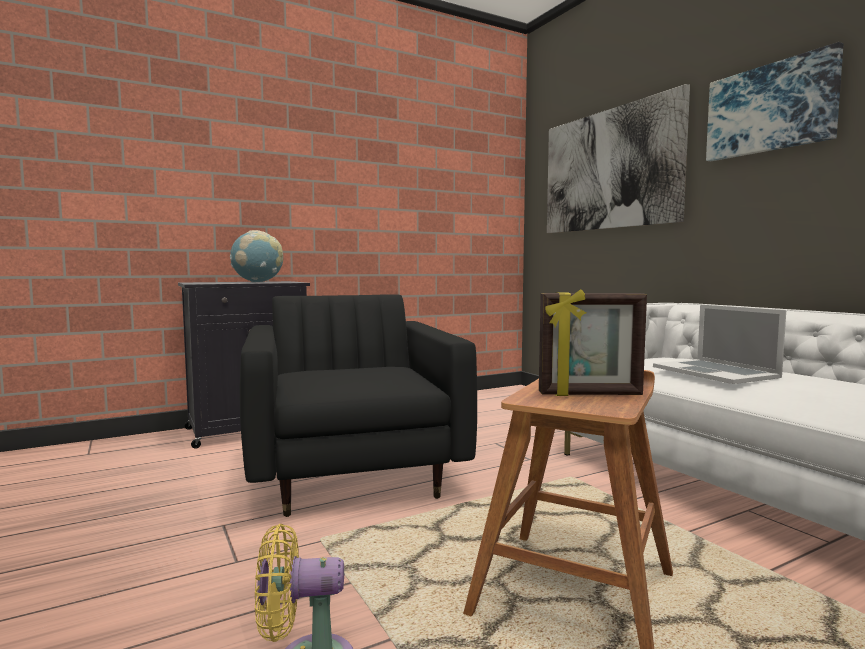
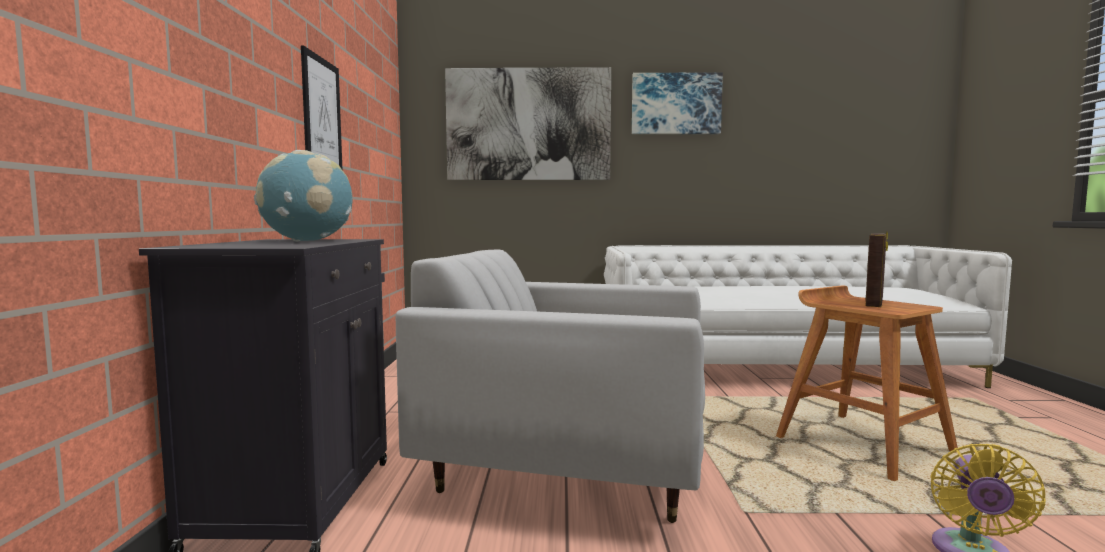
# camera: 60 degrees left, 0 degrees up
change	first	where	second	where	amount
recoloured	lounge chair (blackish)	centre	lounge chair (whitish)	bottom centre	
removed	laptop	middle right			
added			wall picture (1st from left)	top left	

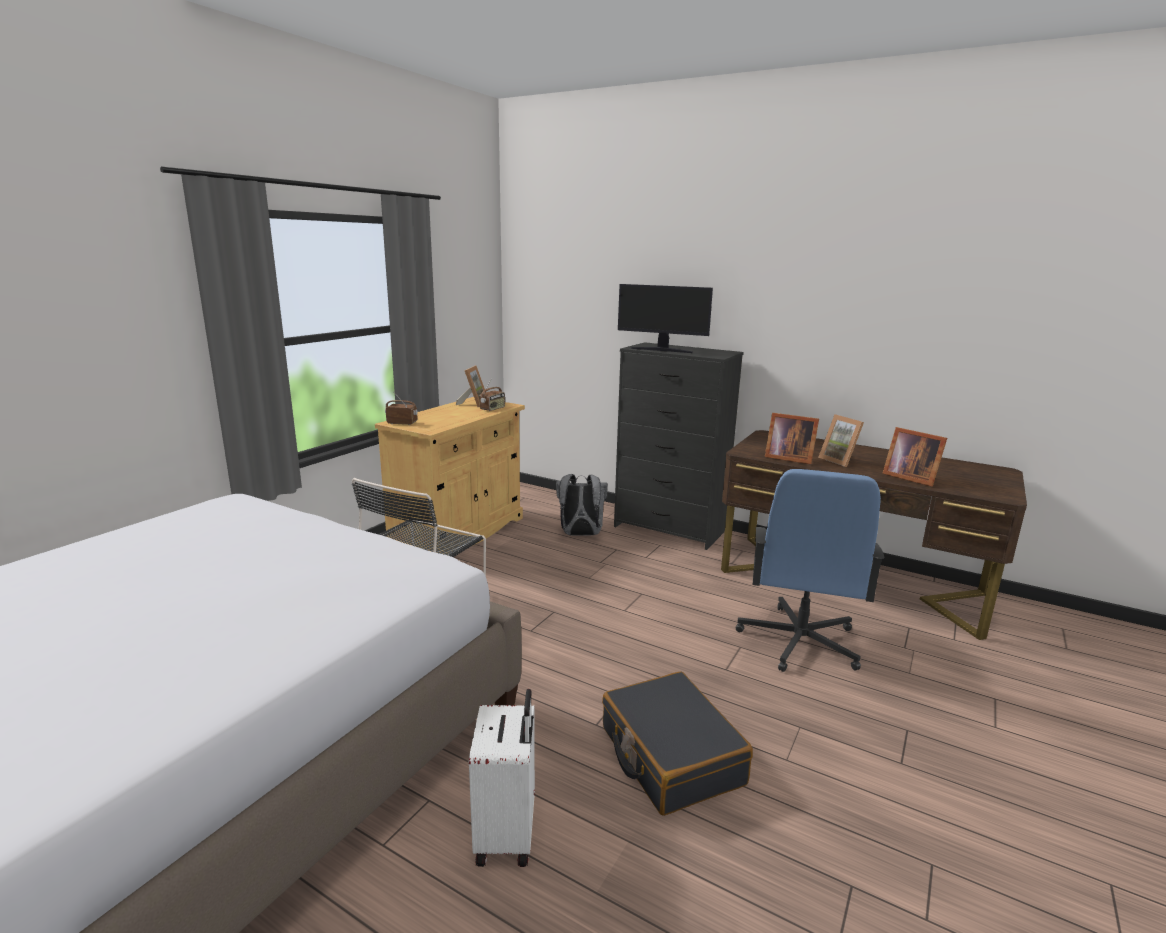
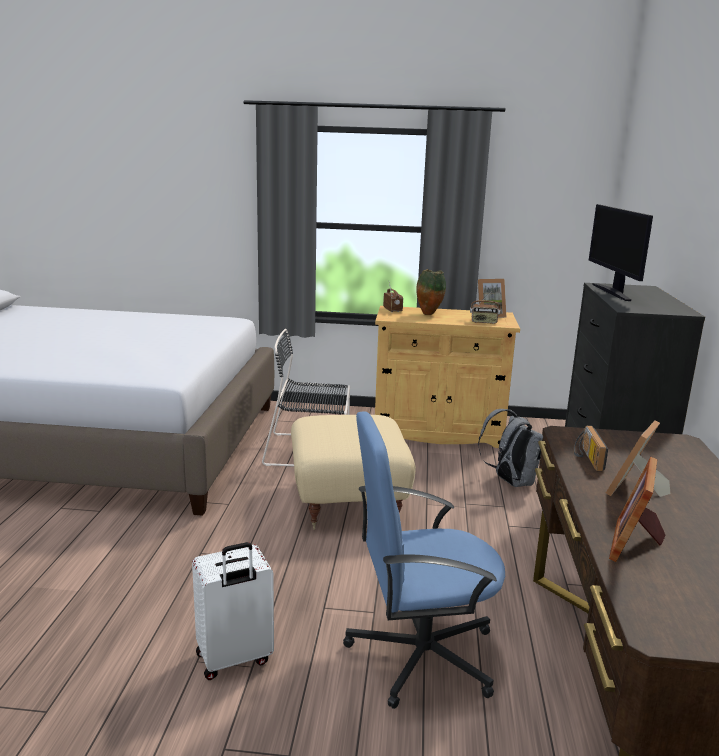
# camera: 65 degrees right, 0 degrees up
change	first	where	second	where	amount
replaced	picture frame (2nd from left)	middle right	radio (3rd from left)	middle right	
removed	piece of luggage (blackish)	bottom centre			
moved	piece of luggage (whitish)	bottom centre		bottom left	
added			vase	centre	
added			ottoman (beige)	centre	

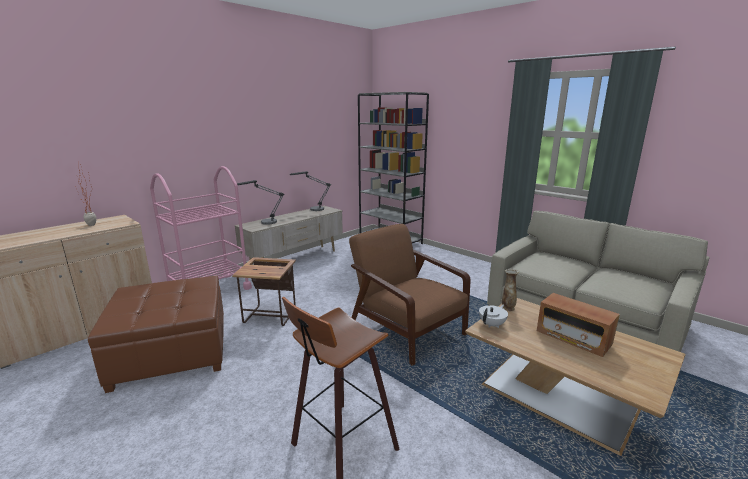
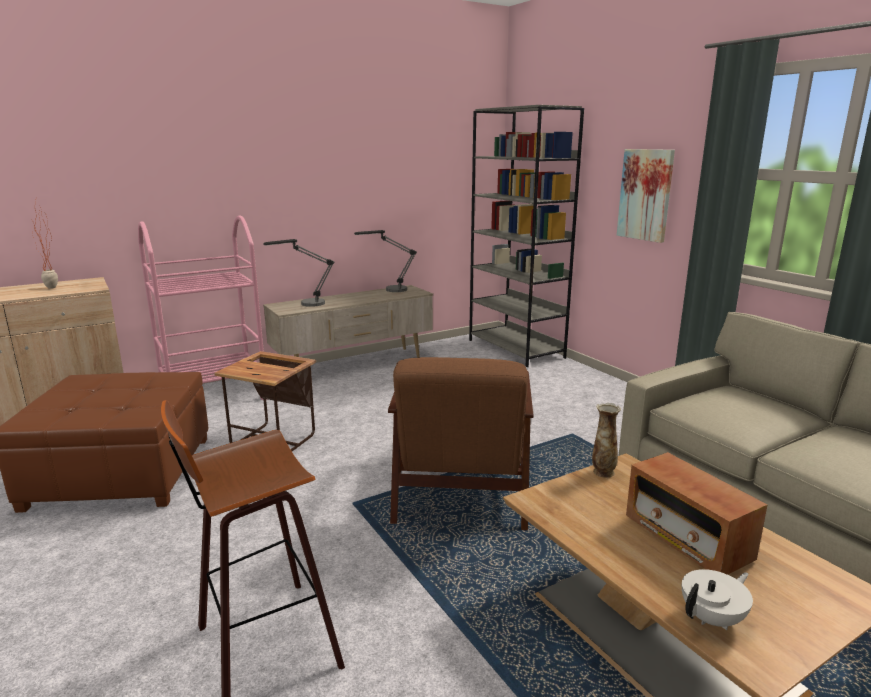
# camera: 15 degrees right, 0 degrees up
change	first	where	second	where	amount
turned	lounge chair (brown-coloured)	centre		centre	150 degrees counterclockwise
moved	tea pot (whitish)	centre		bottom right	
added			wall picture	top right	

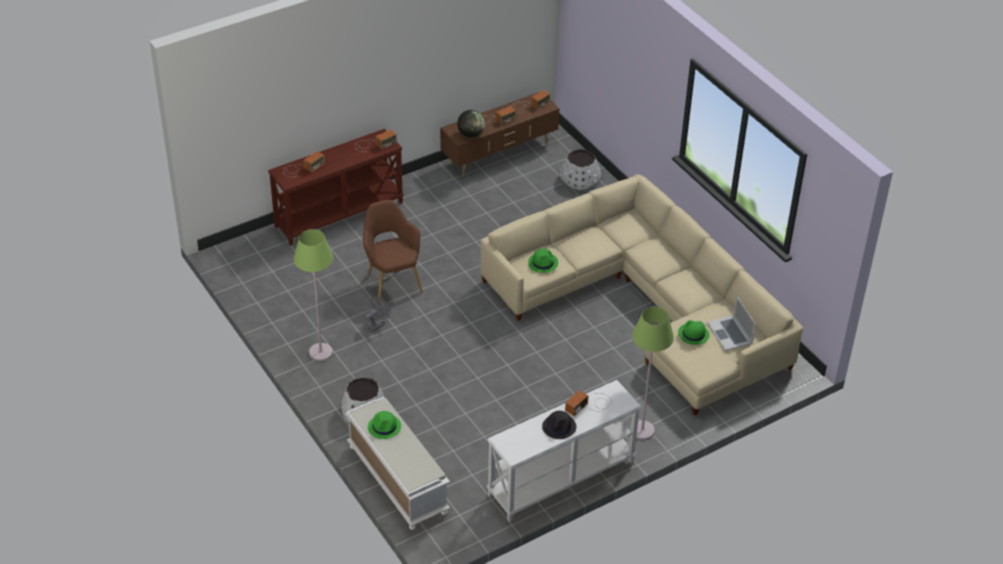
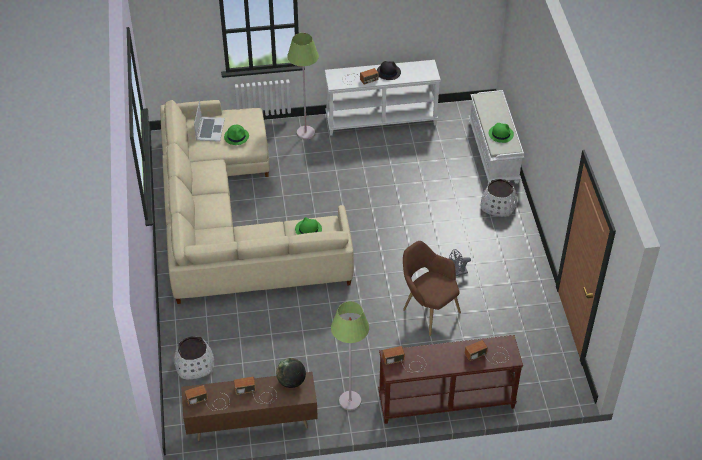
# camera: 155 degrees left, 5 degrees up
change	first	where	second	where	amount
turned	lounge chair (brown-coloured)	centre		centre	135 degrees clockwise
moved	standing lamp (greenish) (1st from left in the first image)	middle left	standing lamp (greenish) (2nd from left)	bottom centre	

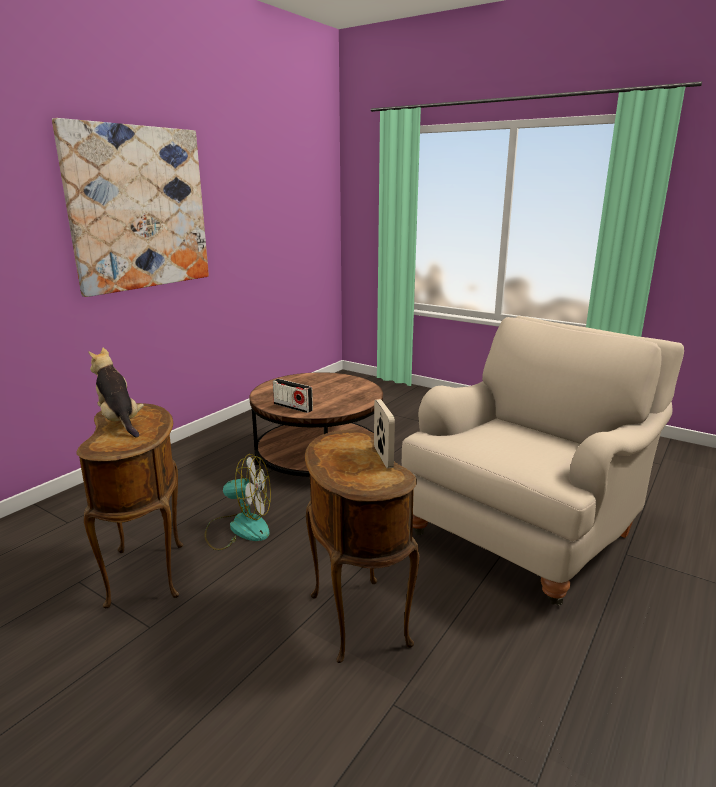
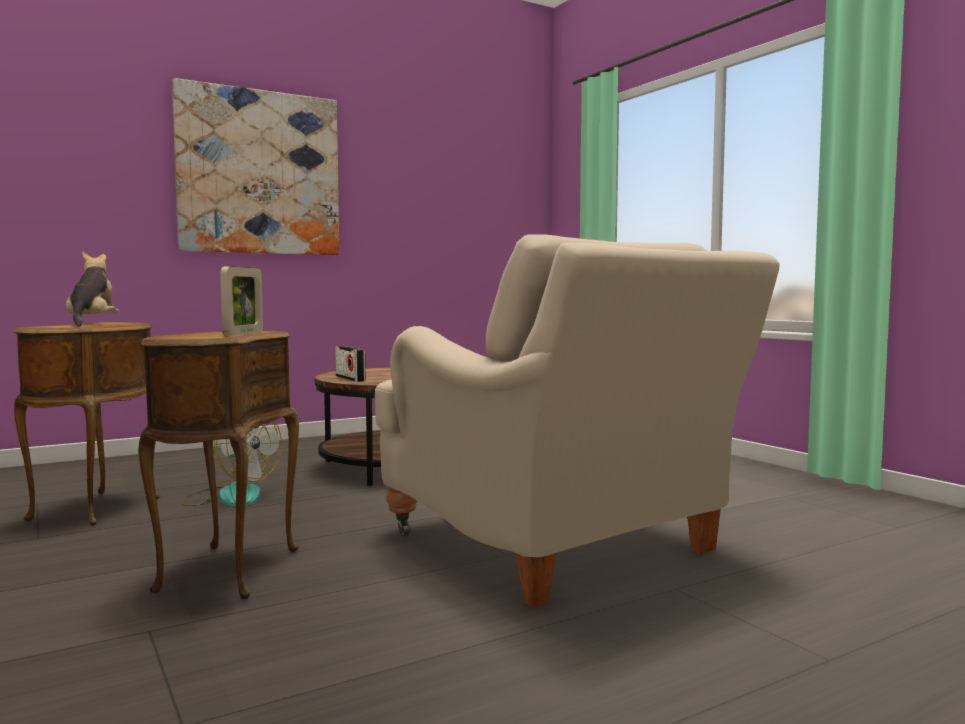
# camera: 25 degrees right, 15 degrees down
change	first	where	second	where	amount
turned	lounge chair (beige)	middle right		centre	75 degrees clockwise

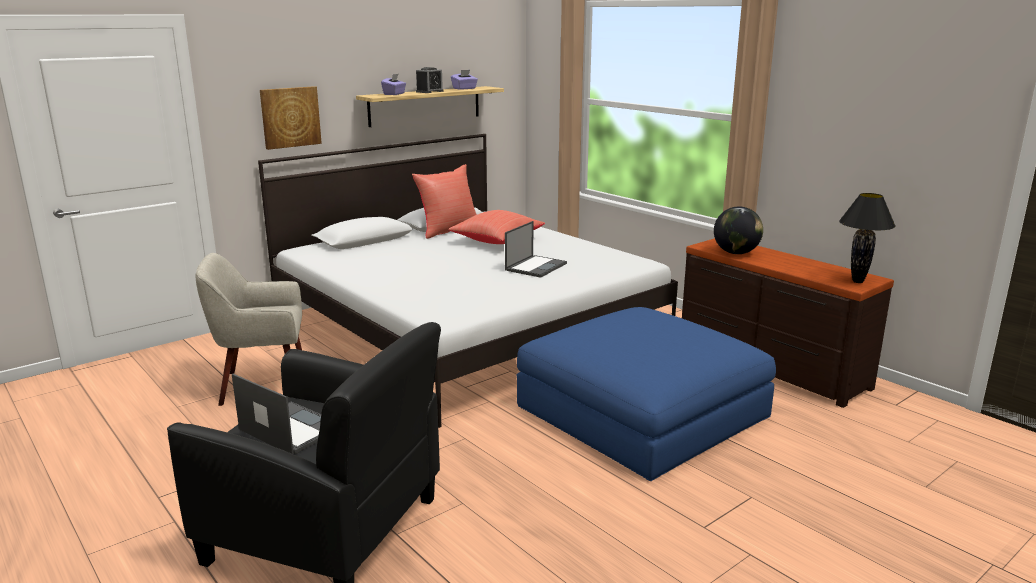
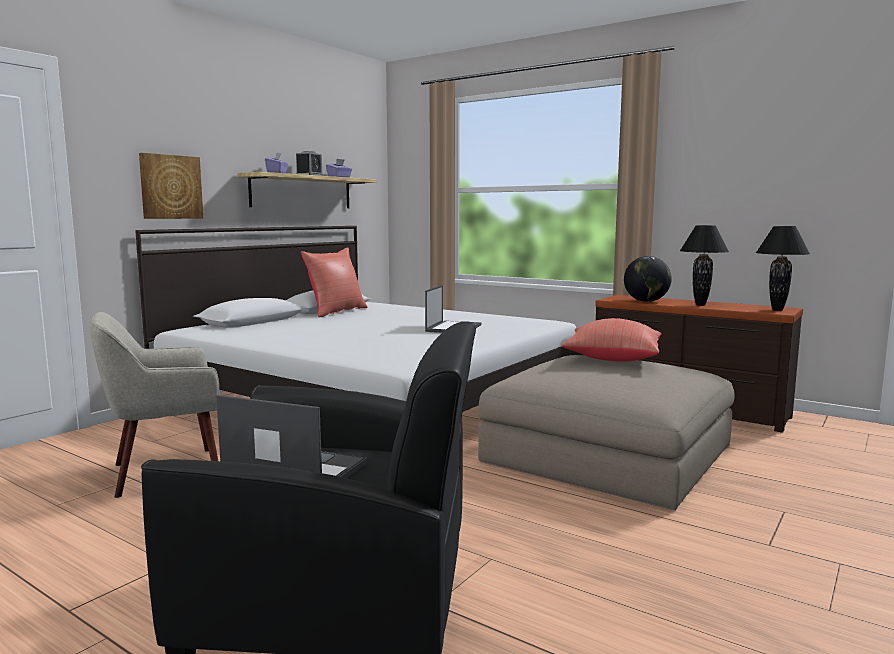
# camera: 15 degrees left, 10 degrees down
change	first	where	second	where	amount
moved	throw pillow (red) (2nd from left)	centre		middle right	
recoloured	ottoman (blue-coloured)	bottom centre	ottoman (beige)	middle right	
added			lamp for a table (blackish) (1st from left)	middle right	

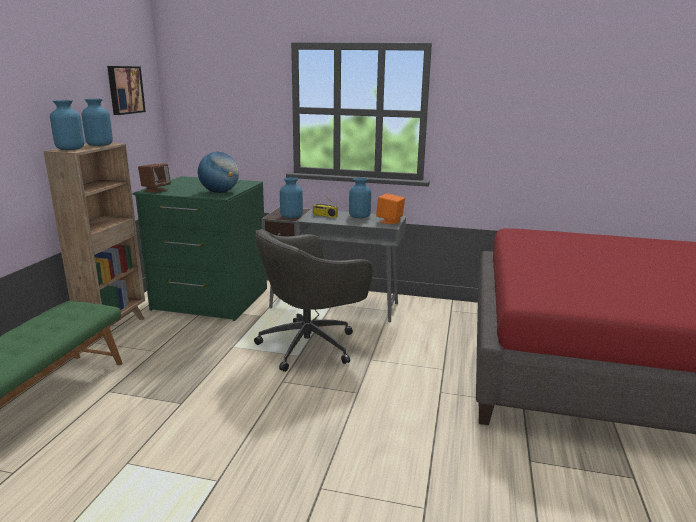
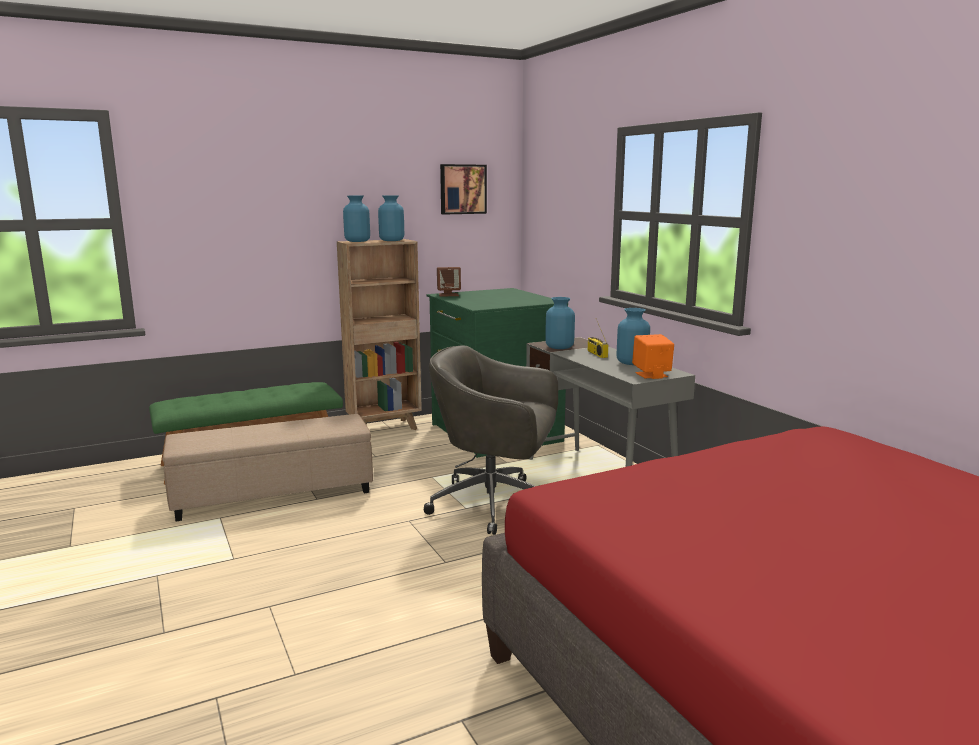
# camera: 50 degrees right, 5 degrees down
change	first	where	second	where	amount
removed	globe	top left			
added			ottoman (beige)	middle left	

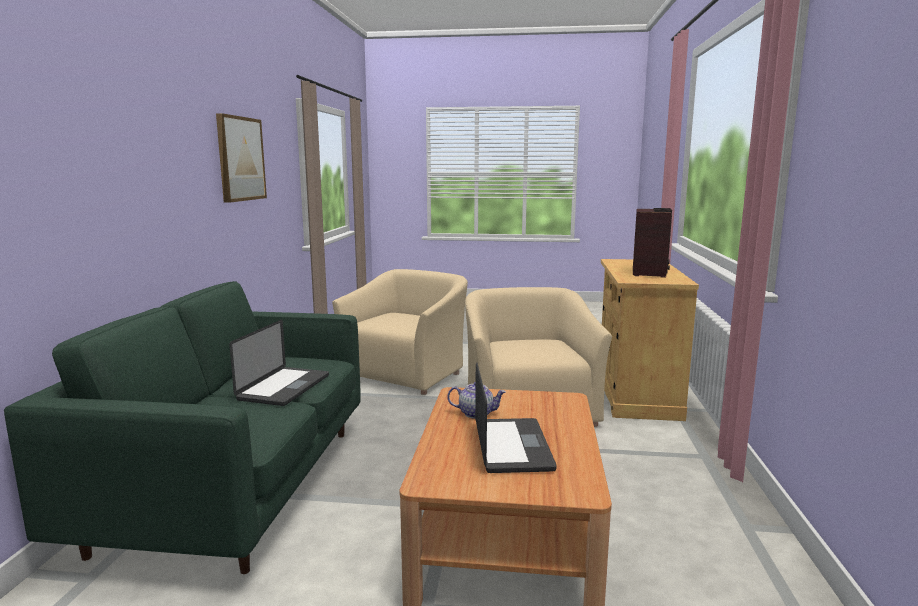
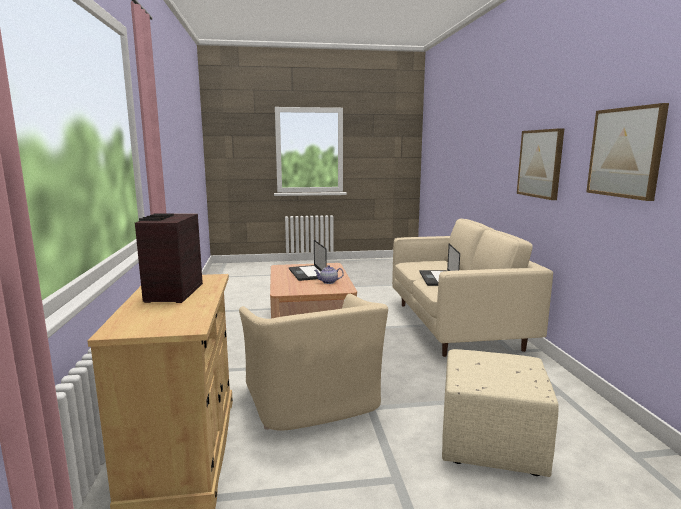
# camera: 165 degrees right, 0 degrees up
change	first	where	second	where	amount
replaced	lounge chair (beige) (1st from left)	centre	ottoman (beige)	bottom right	
recoloured	couch (greenish)	bottom left	couch (beige)	middle right	
added			wall picture (1st from left)	top right	

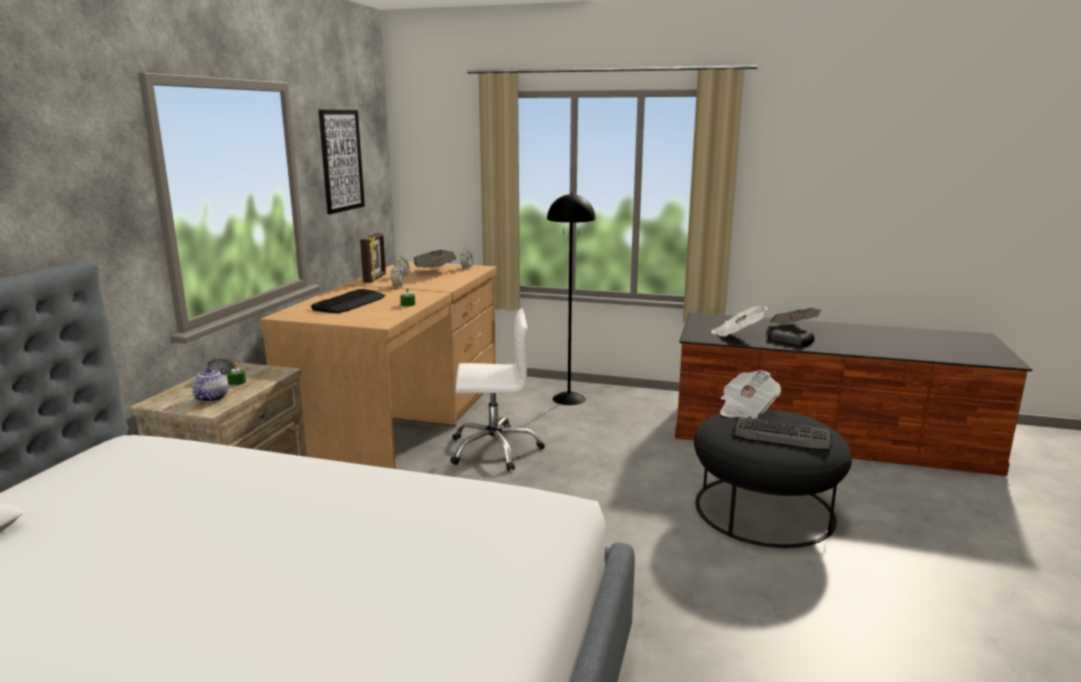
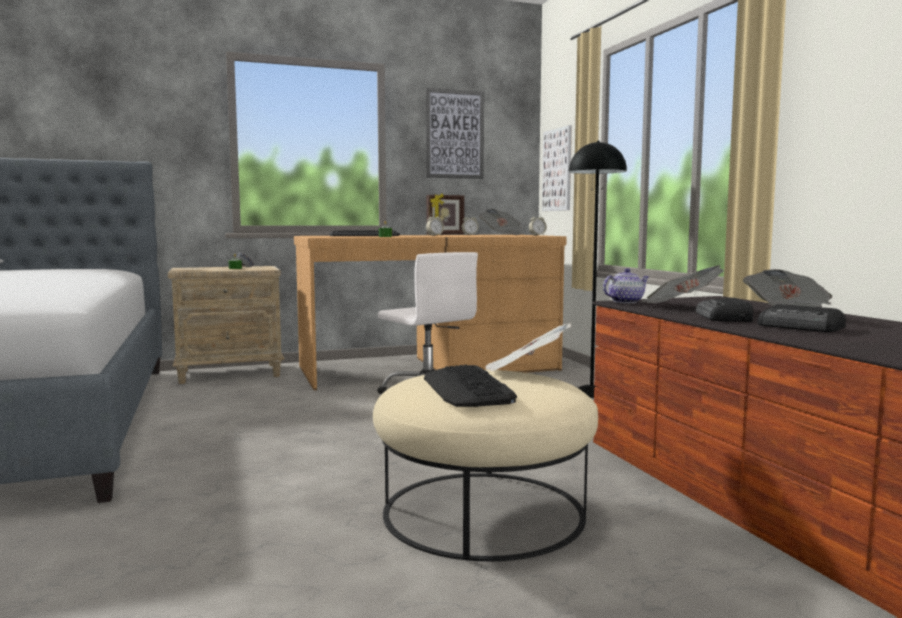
# camera: 55 degrees right, 10 degrees down
change	first	where	second	where	amount
moved	tea pot	middle left		middle right	
recoloured	ottoman (blackish)	bottom right	ottoman (beige)	bottom centre	
added			wall picture (2nd from left)	top centre	
added			radio (2nd from left)	middle right	

